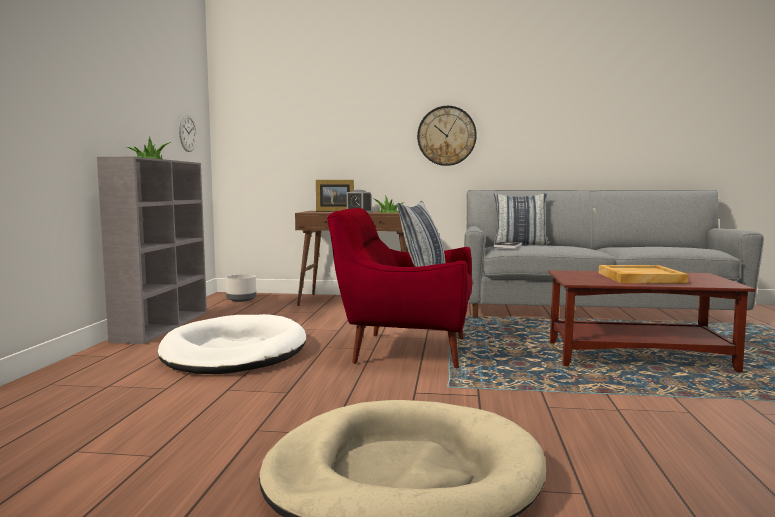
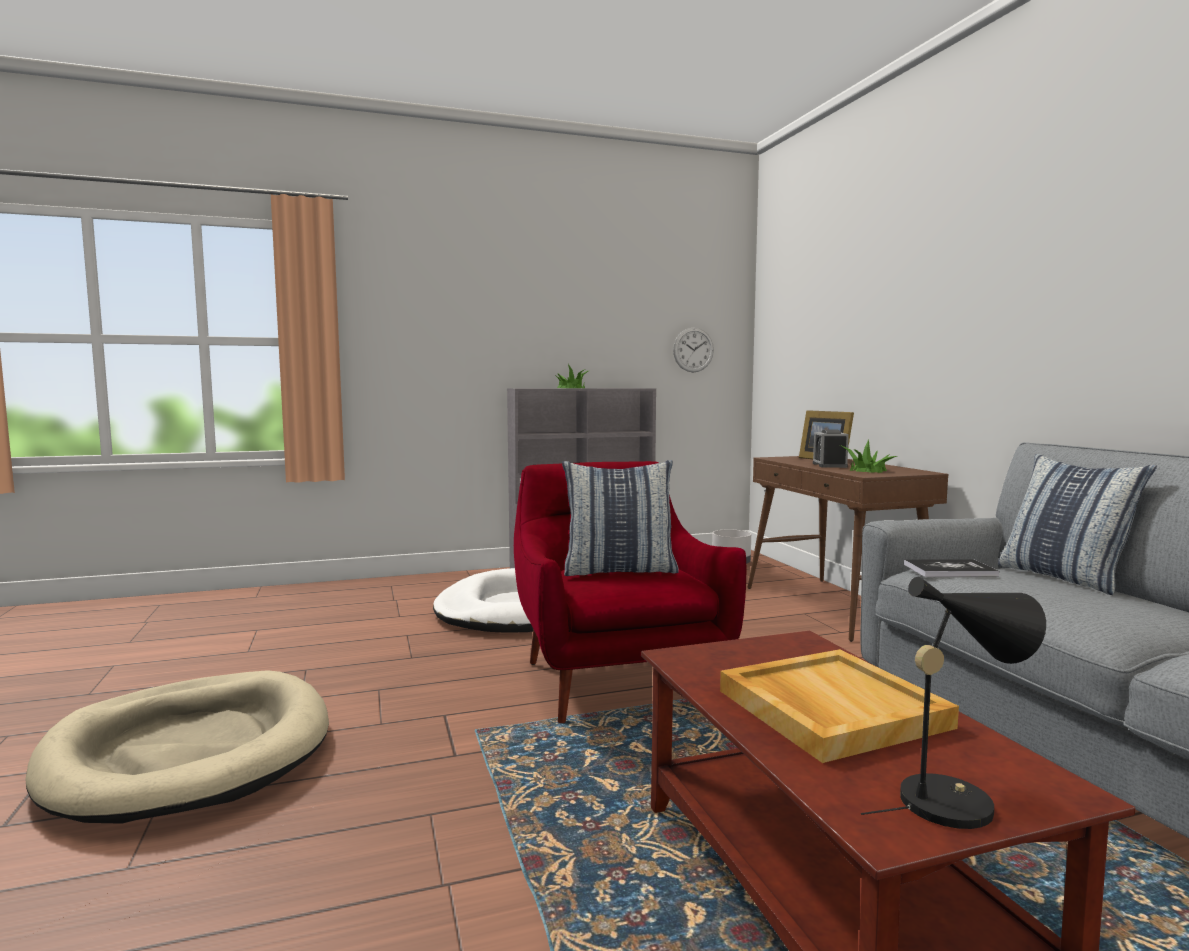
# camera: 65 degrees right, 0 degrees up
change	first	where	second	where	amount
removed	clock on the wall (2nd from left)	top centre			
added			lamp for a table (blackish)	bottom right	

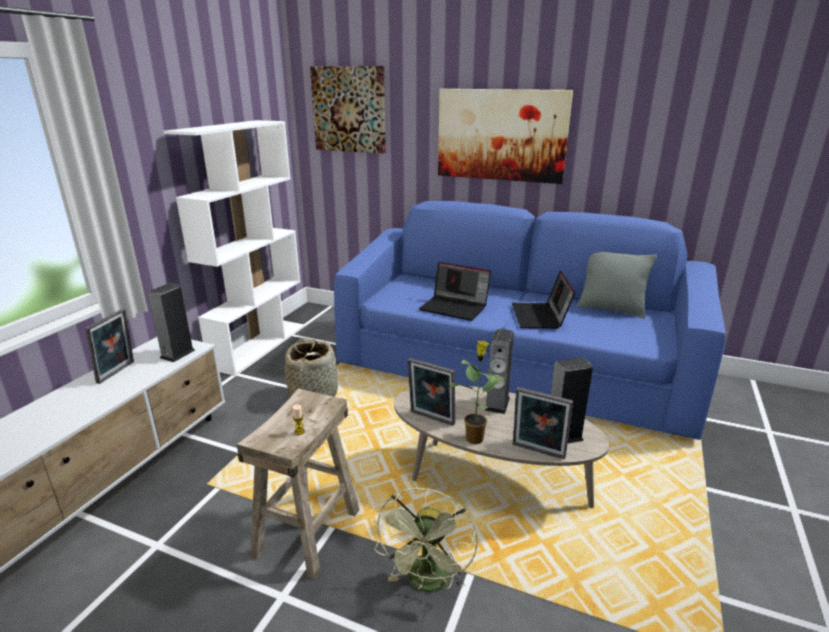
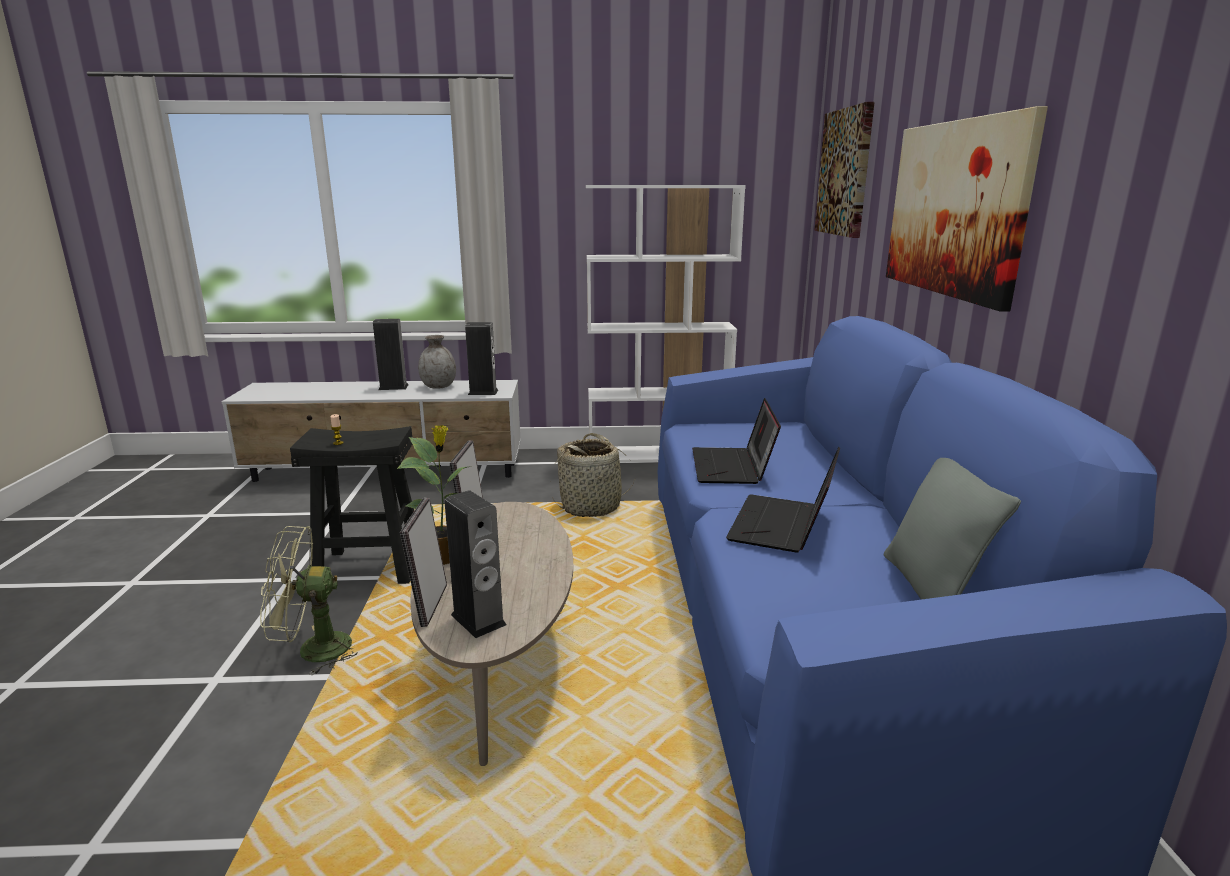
# camera: 65 degrees right, 5 degrees down
change	first	where	second	where	amount
turned	laptop (2nd from left)	centre		centre	45 degrees counterclockwise
replaced	picture frame (1st from left)	middle left	vase (greyish)	centre	
moved	audio speaker (2nd from left in the first image)	centre	audio speaker (1st from left)	middle left	
recoloured	stool (beige)	bottom centre	stool (blackish)	middle left	

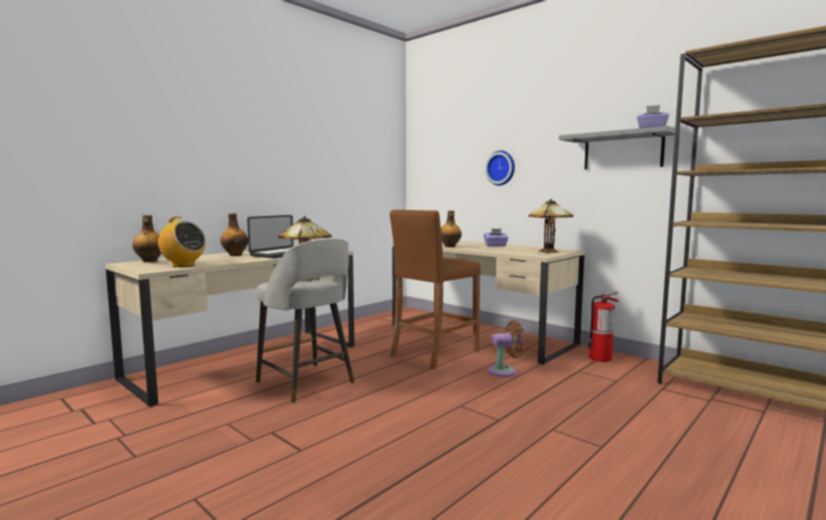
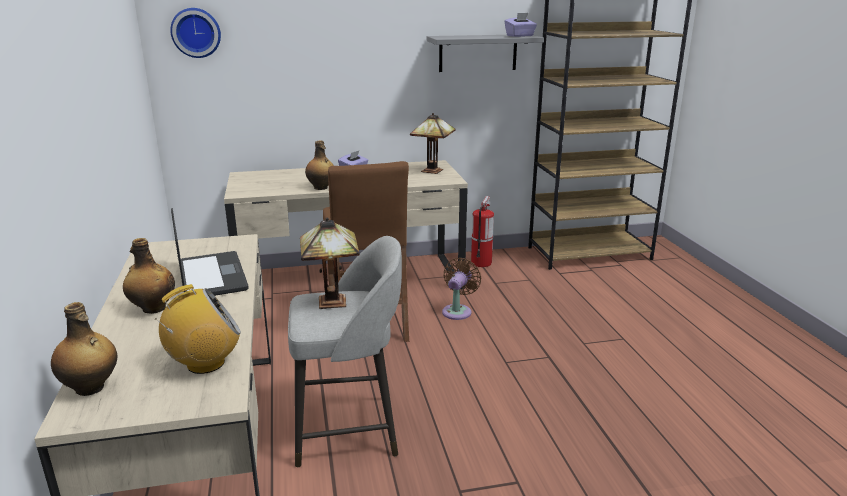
# camera: 55 degrees left, 15 degrees up
change	first	where	second	where	amount
moved	clock on the wall	top centre		top left	

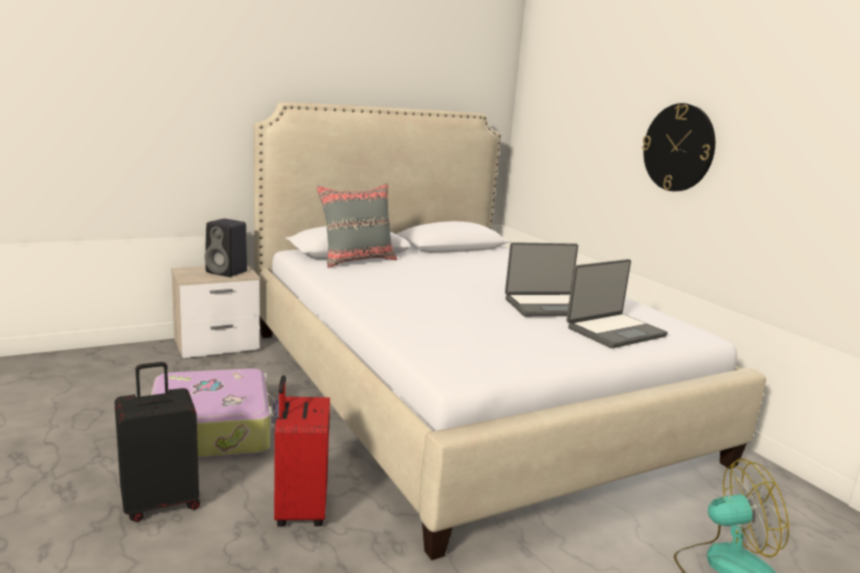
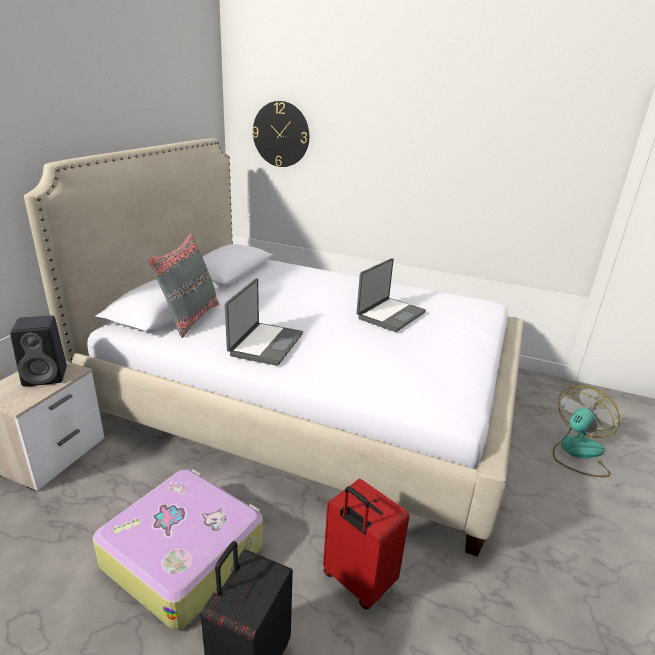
# camera: 40 degrees left, 10 degrees up
change	first	where	second	where	amount
moved	clock on the wall	top right		top centre	
moved	laptop (2nd from left in the first image)	middle right	laptop (1st from left)	centre	

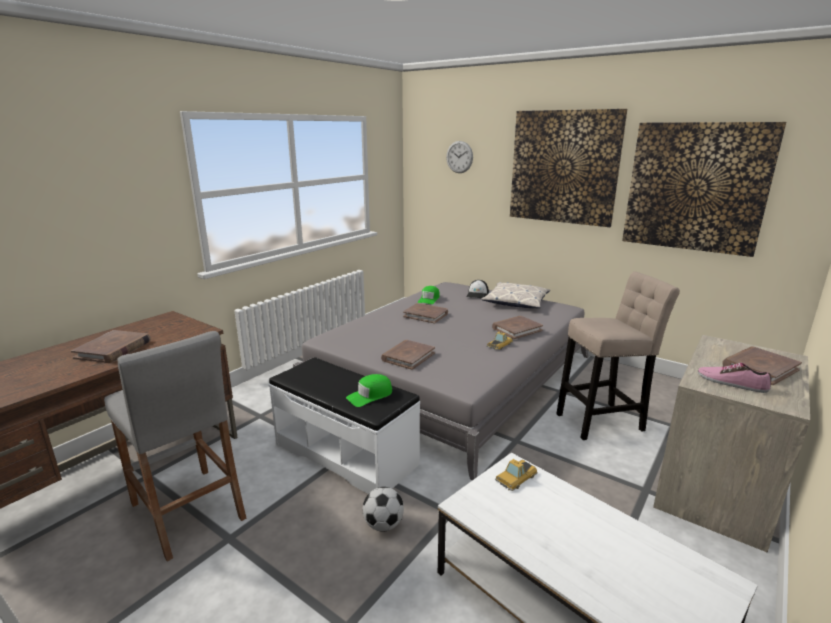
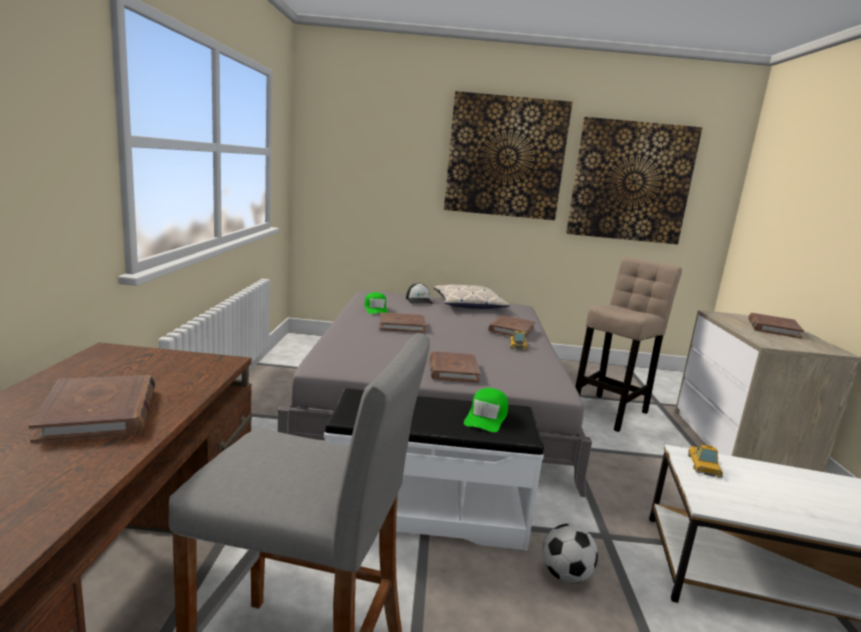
# camera: 35 degrees left, 5 degrees down
change	first	where	second	where	amount
removed	clock on the wall	top centre			
removed	item of footwear	middle right			

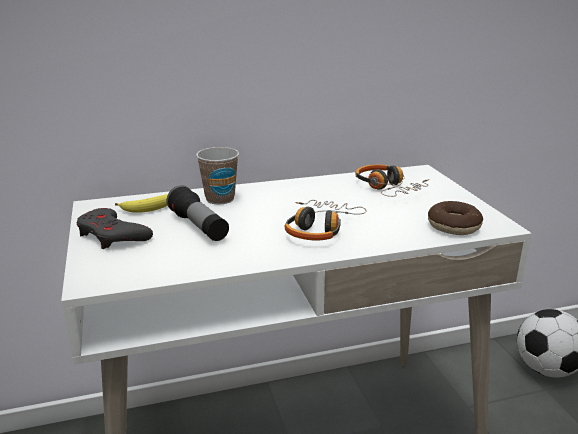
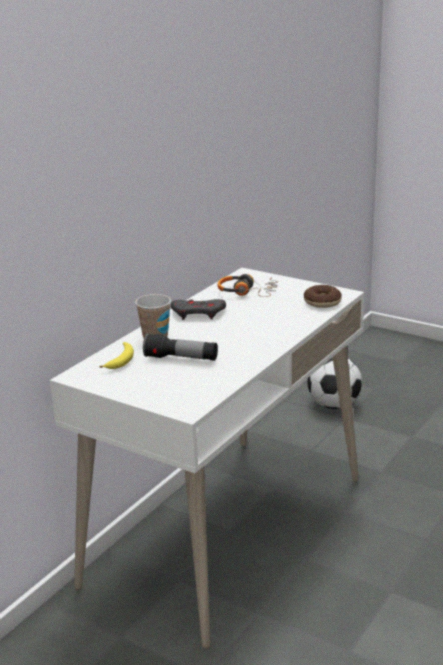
# camera: 40 degrees left, 0 degrees up
change	first	where	second	where	amount
removed	pair of headphones (1st from left)	centre			
moved	gamepad (greyish)	middle left		centre	

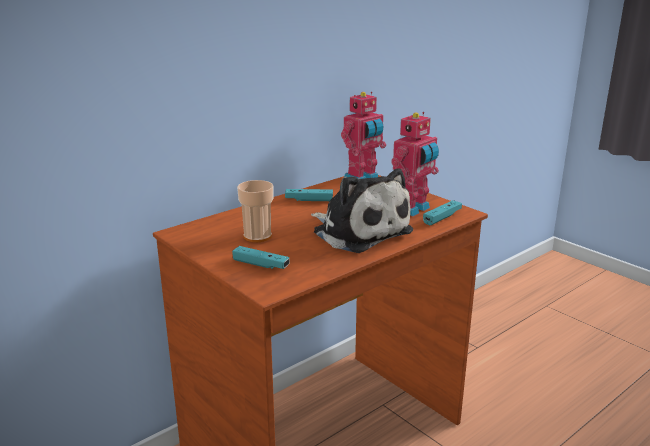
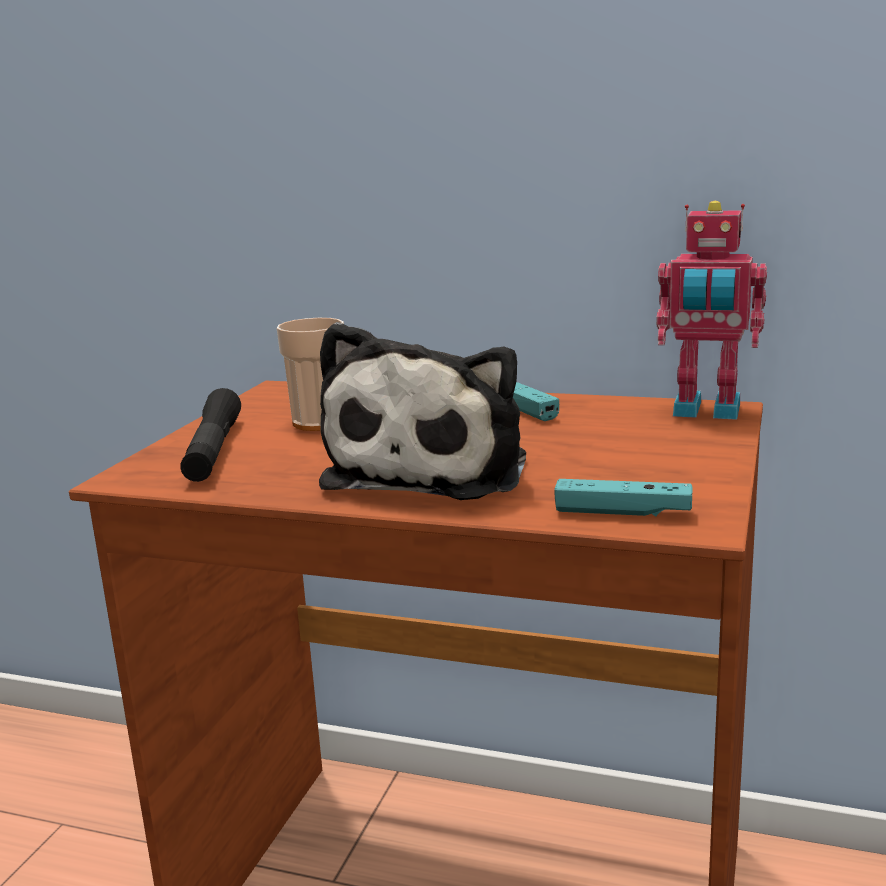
# camera: 60 degrees right, 5 degrees down
change	first	where	second	where	amount
removed	toy robot (2nd from left)	centre			
replaced	gamepad (blue-green) (1st from left)	centre	flashlight (blackish)	middle left	

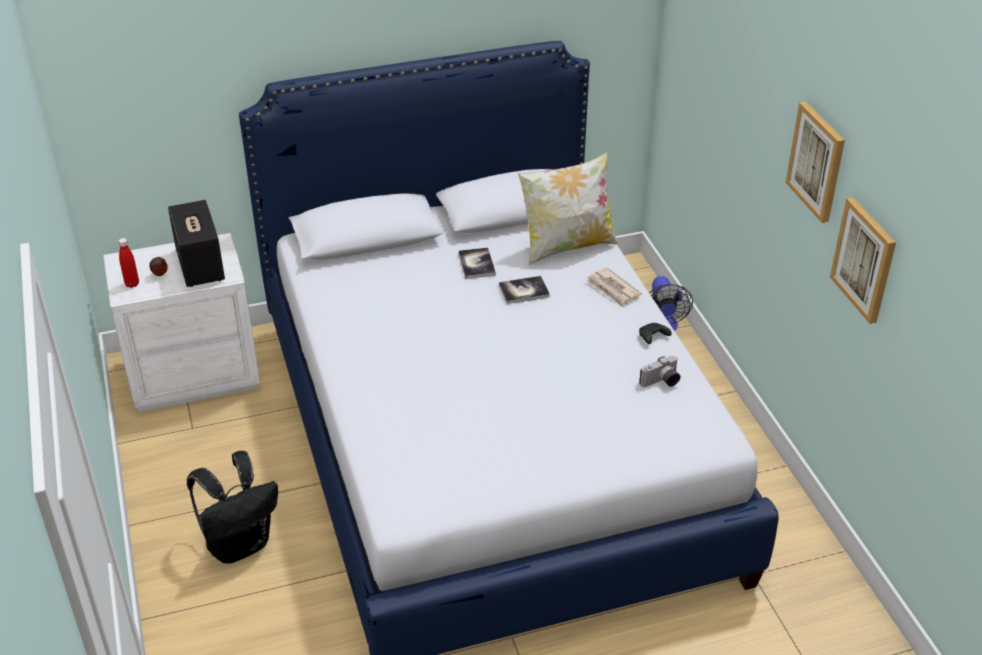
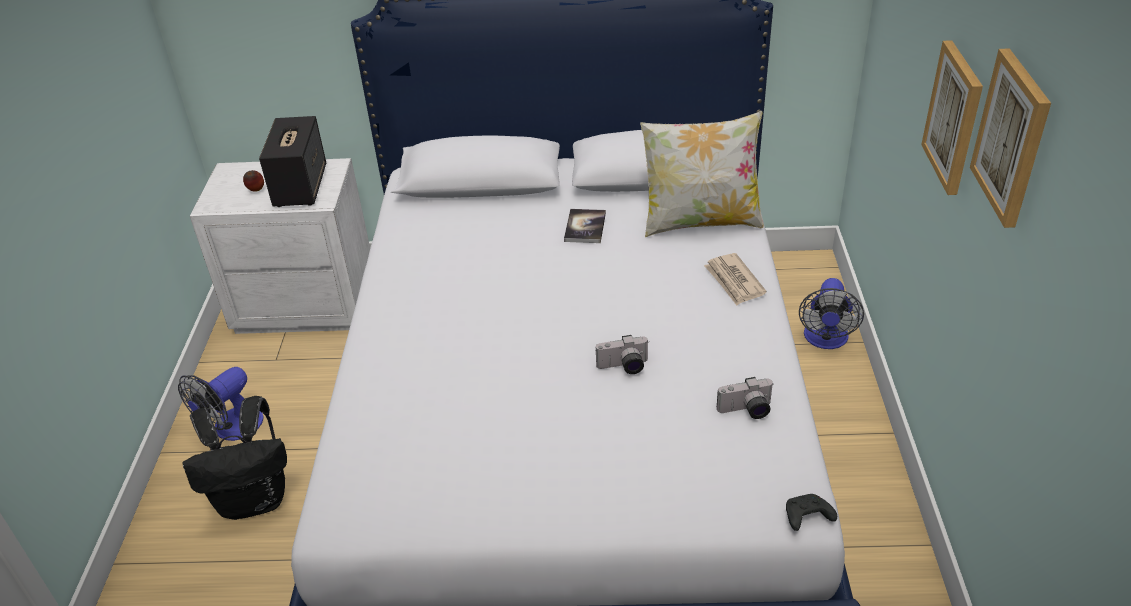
# camera: 20 degrees right, 0 degrees up
change	first	where	second	where	amount
moved	wall picture (2nd from left in the first image)	middle right	wall picture (1st from left)	top right	
removed	bottle (red)	middle left			
removed	book (2nd from left)	centre			
moved	gamepad (blackish)	middle right		bottom right	
added			still camera (1st from left)	centre	
added			electric fan (1st from left)	bottom left	

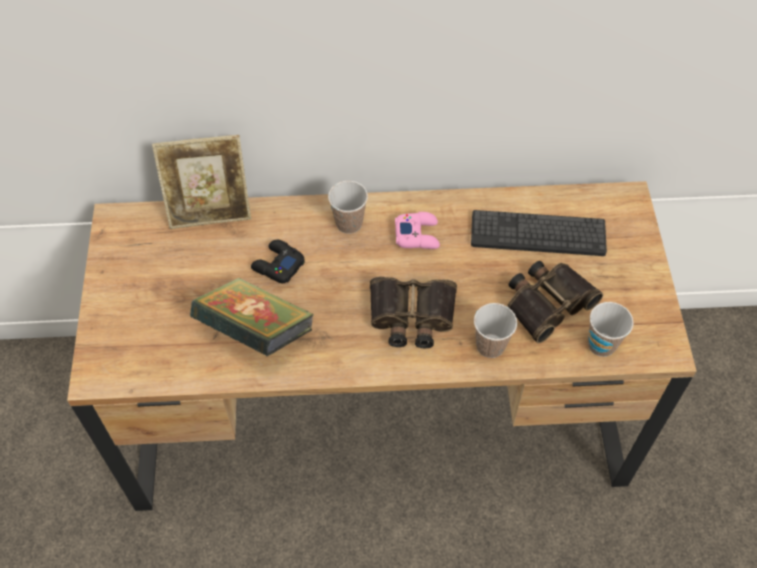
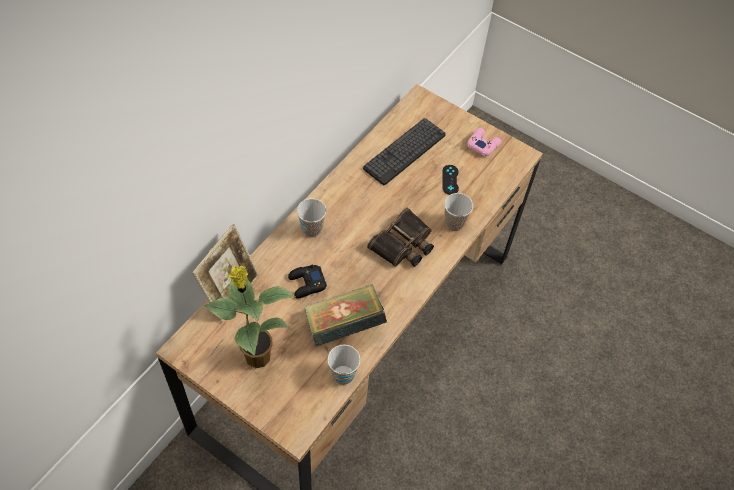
# camera: 55 degrees left, 0 degrees up
change	first	where	second	where	amount
moved	gamepad (pink)	centre		top centre	
replaced	binoculars (2nd from left)	middle right	gamepad (blackish) (2nd from left)	centre	
moved	drinking cup (3rd from left in the first image)	middle right	drinking cup (2nd from left)	bottom centre	
added			houseplant	centre	

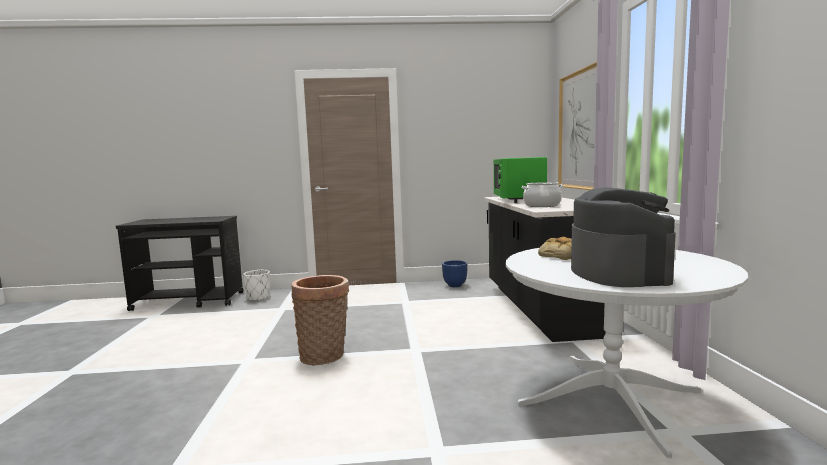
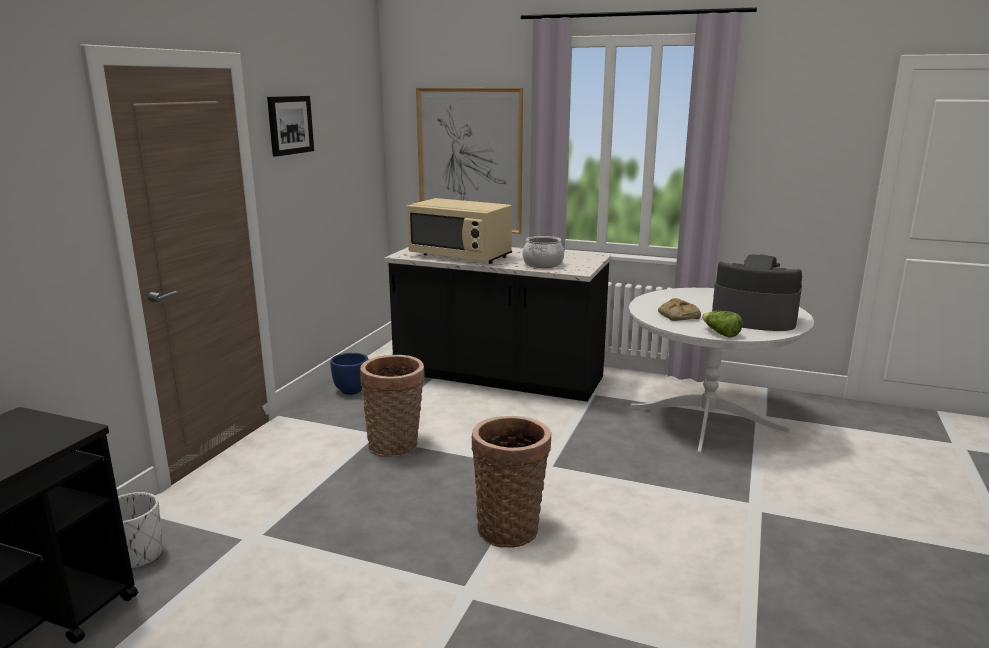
# camera: 65 degrees left, 10 degrees up
change	first	where	second	where	amount
recoloured	kitchen microwave (greenish)	centre	kitchen microwave (beige)	centre	
added			wall picture (1st from left)	top left	
added			lettuce	middle right	
added			storage basket (1st from left)	centre	

